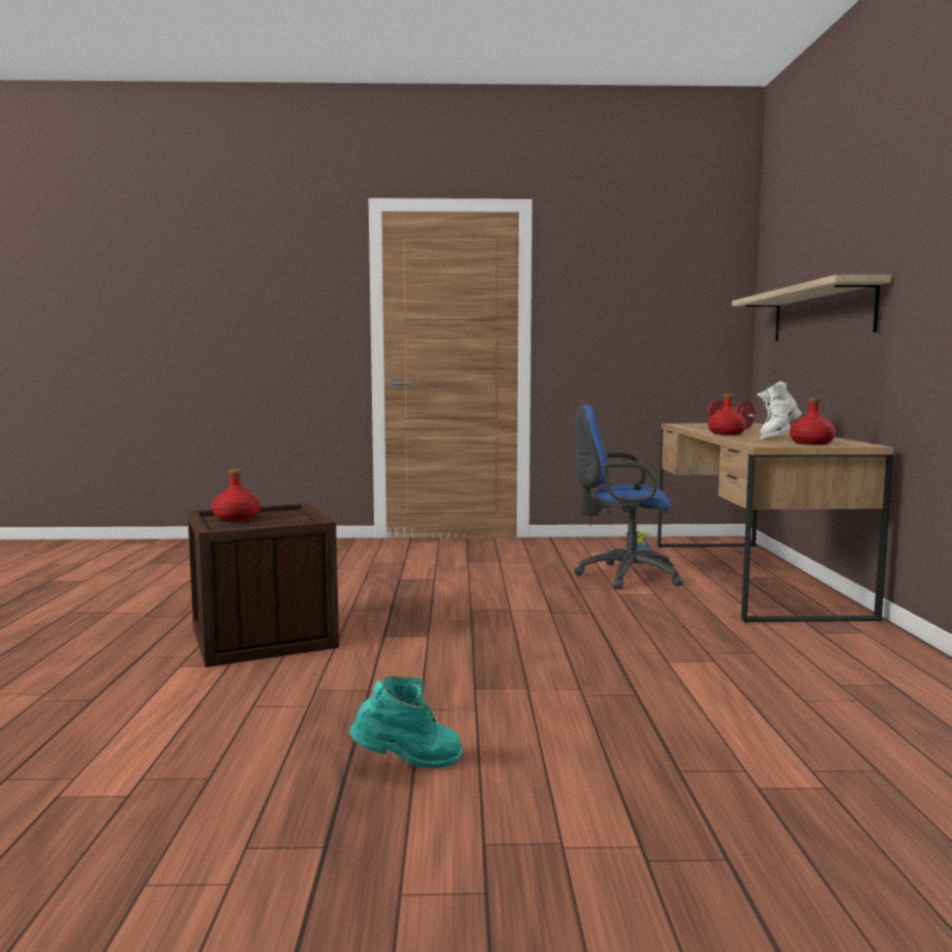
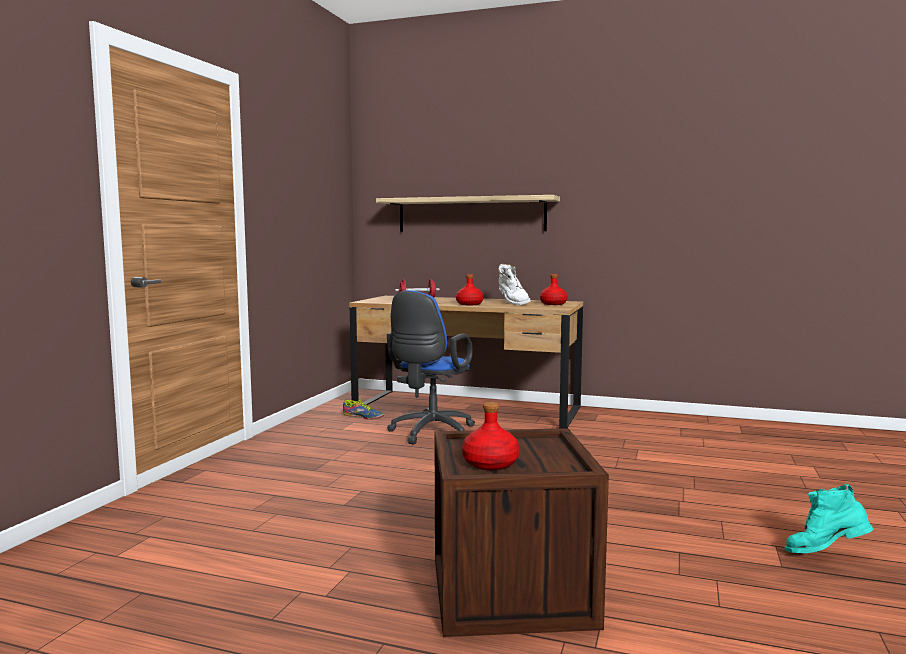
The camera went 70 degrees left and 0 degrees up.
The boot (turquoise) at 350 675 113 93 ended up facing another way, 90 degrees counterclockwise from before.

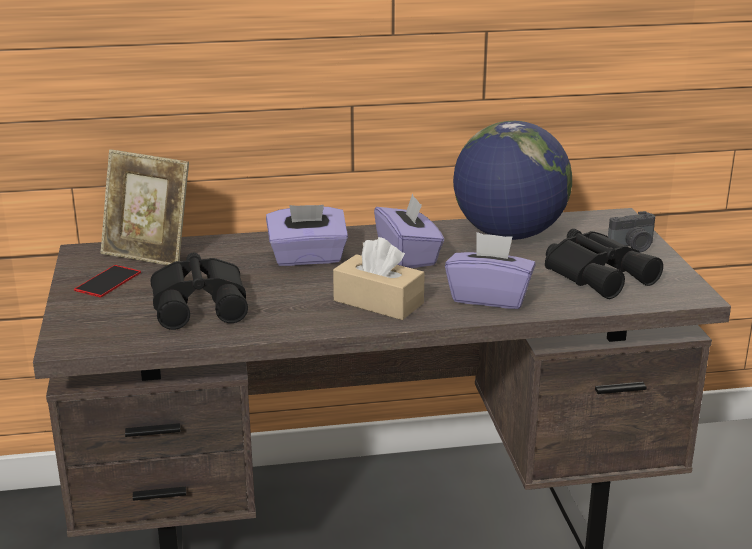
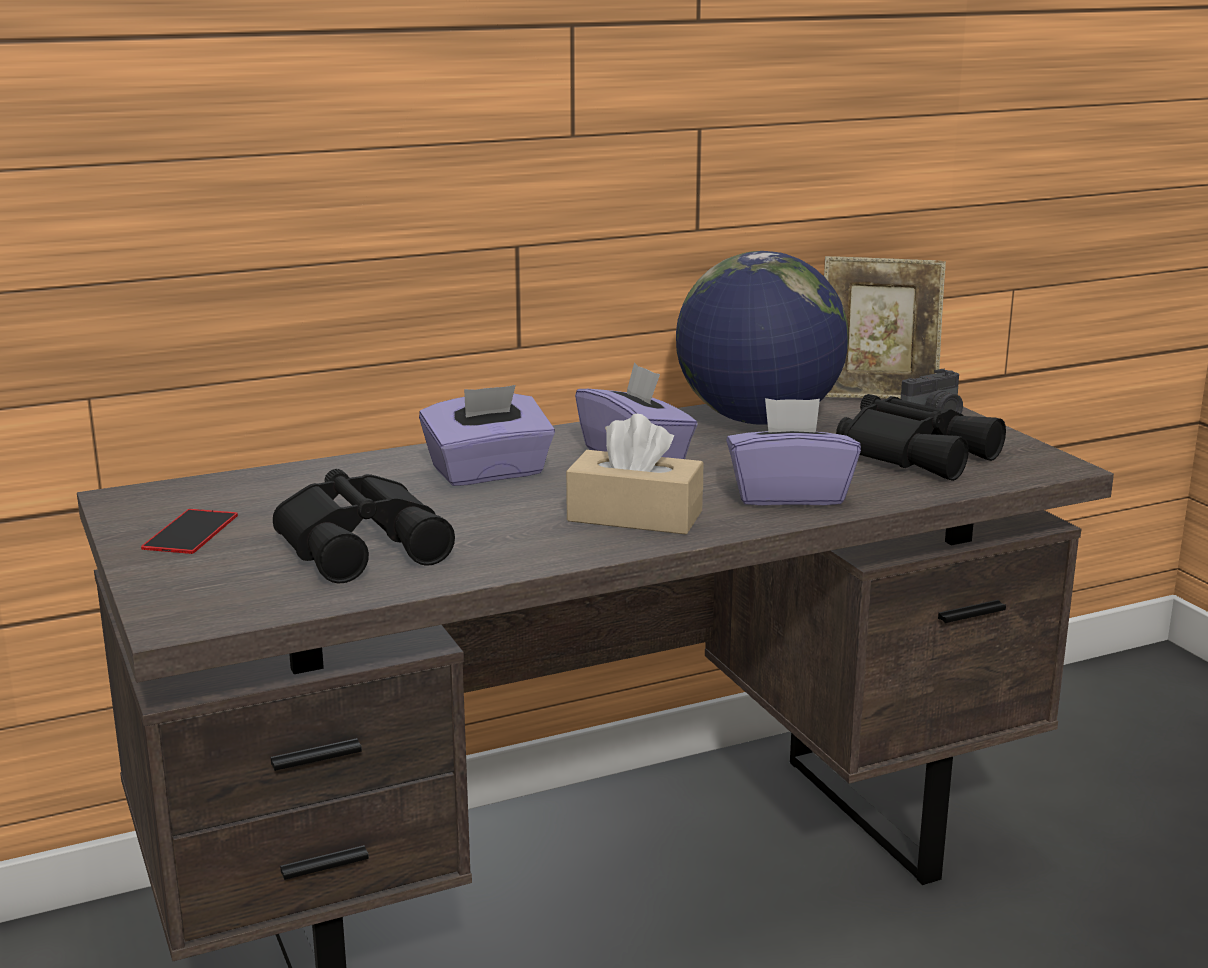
The camera went 15 degrees left and 5 degrees down.
The picture frame ended up elsewhere, having gone from 101 149 88 116 to 824 256 122 143.

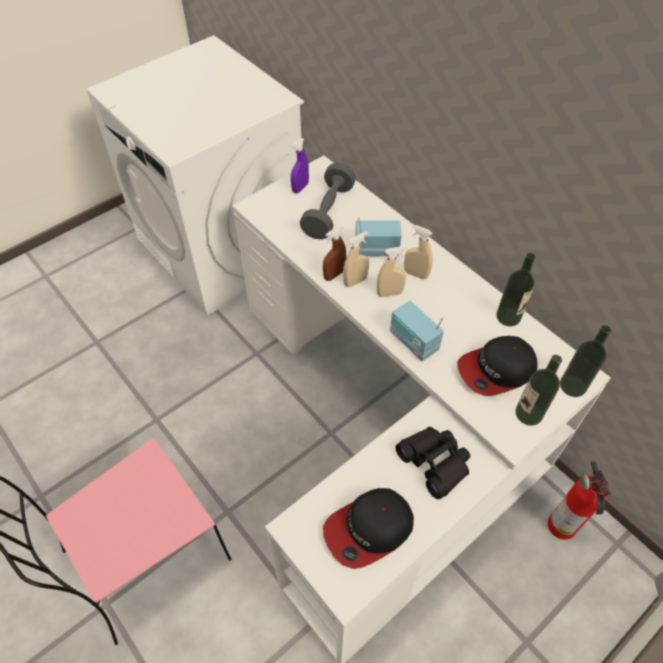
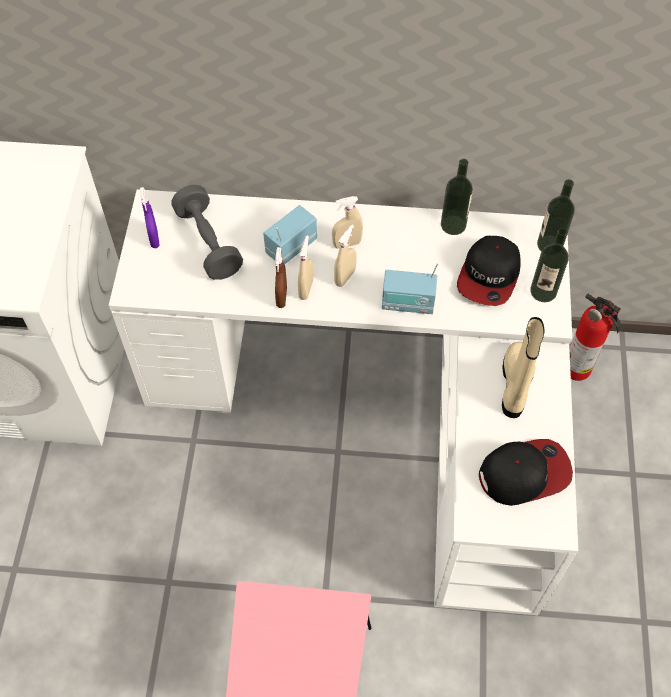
The camera went 45 degrees left and 5 degrees up.
Where the binoculars (black) stood at 395 427 75 72, the boot (beige) came to stand at 502 317 42 101.
The cap at 323 488 91 81 ended up facing another way, 120 degrees counterclockwise from before.

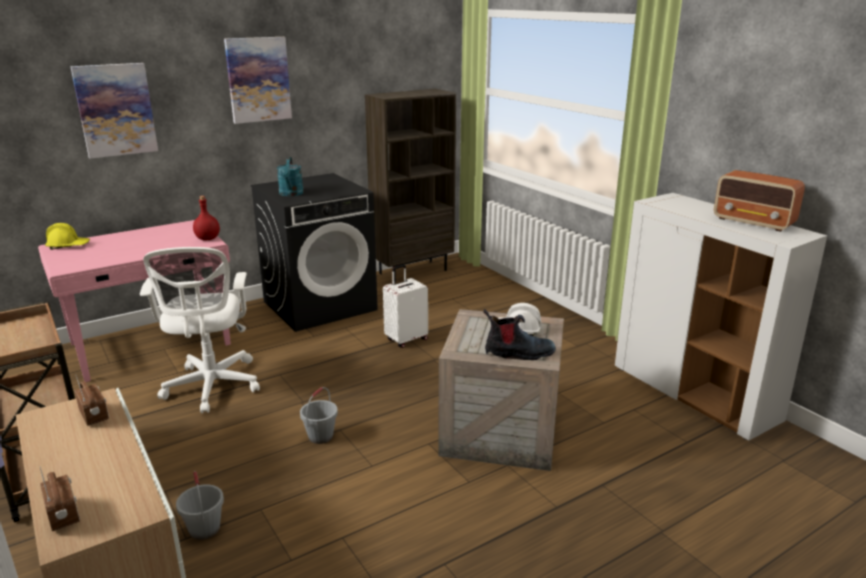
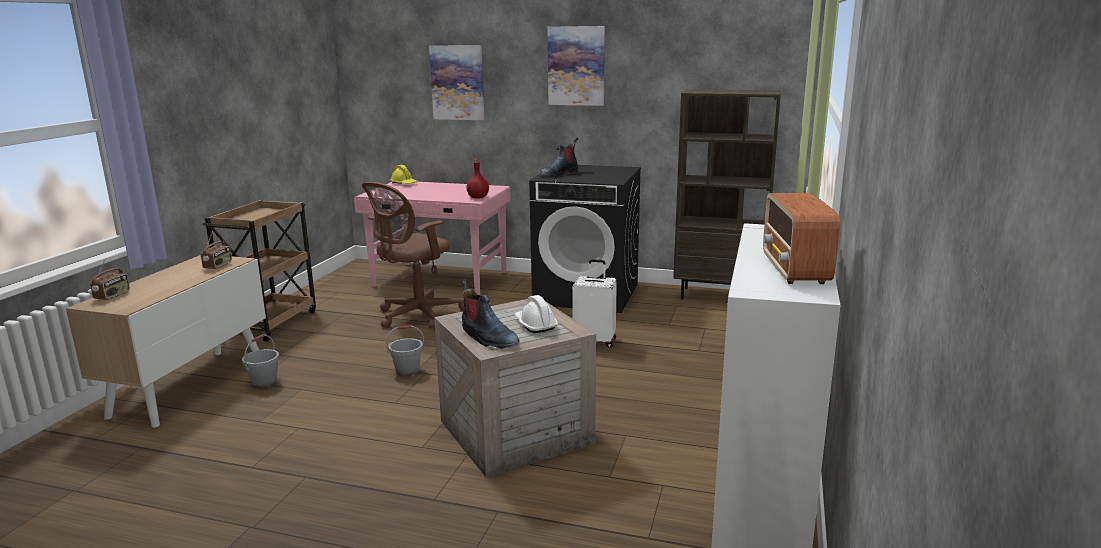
The camera went 50 degrees right and 5 degrees down.
Where the watering can (turquoise) stood at 277 157 27 39, the boot came to stand at 540 138 38 38.
What was the office chair (white) at 140 247 120 166 turned into the office chair (brown) at 362 182 102 147.

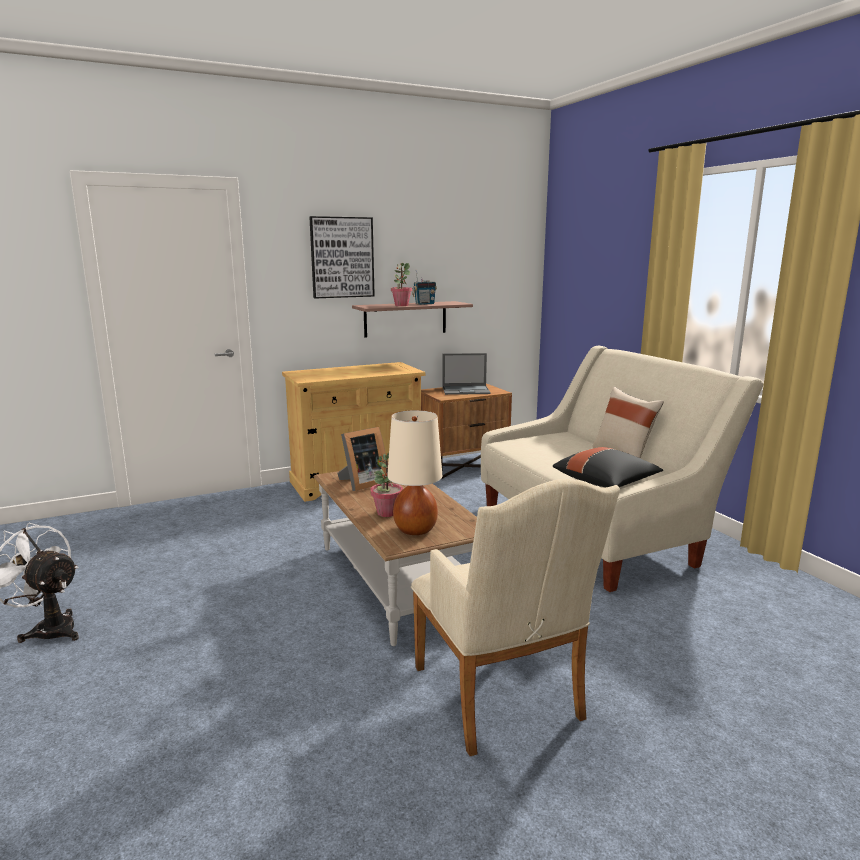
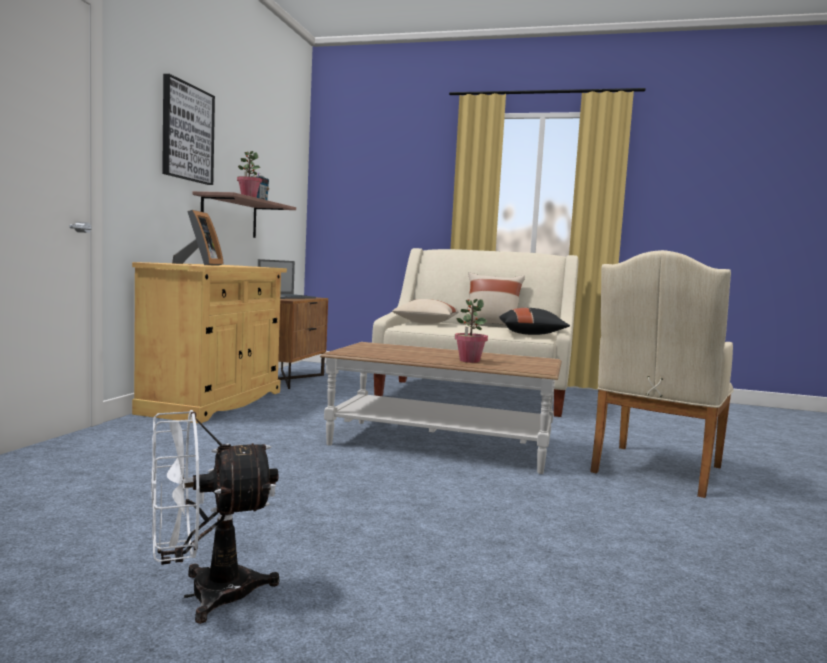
The camera went 50 degrees left and 10 degrees down.
The second view lost the table lamp (beige) at 387 410 55 125.
The picture frame ended up elsewhere, having gone from 337 427 49 64 to 172 210 52 55.
The armchair (beige) at 411 479 209 277 ended up facing another way, 105 degrees clockwise from before.
The second view gained the pillow (beige) at 392 299 67 25.

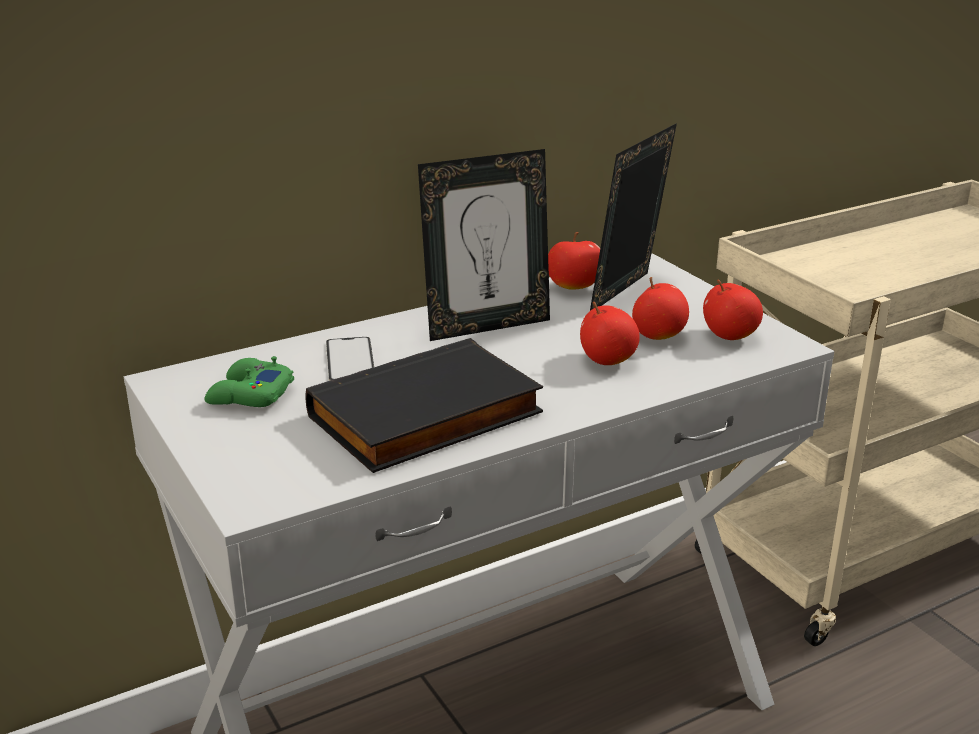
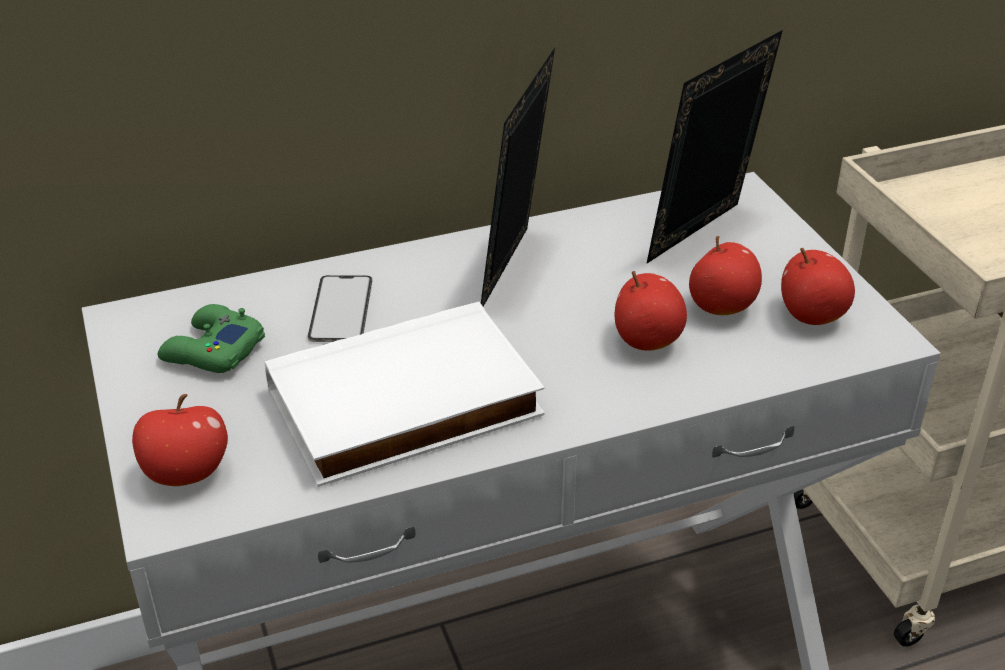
The camera went 10 degrees right and 10 degrees up.
The picture frame at 418 149 132 192 ended up facing another way, 120 degrees clockwise from before.
The apple ended up elsewhere, having gone from 548 232 52 58 to 132 394 96 92.
What was the book (black) at 305 338 238 135 turned into the book (white) at 265 302 280 185.

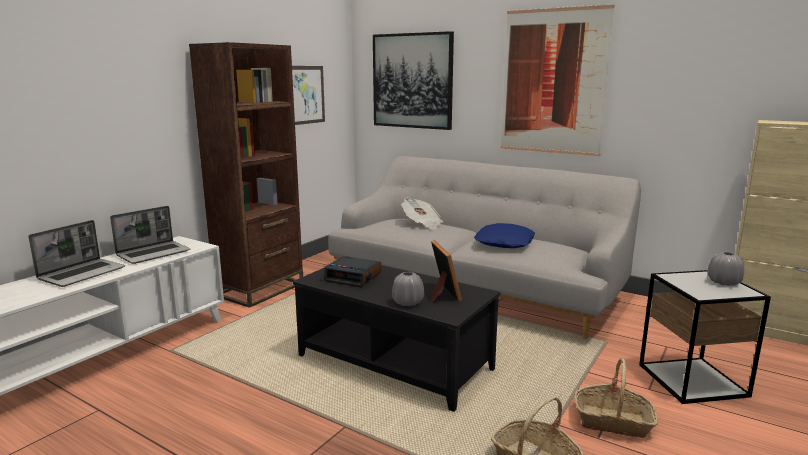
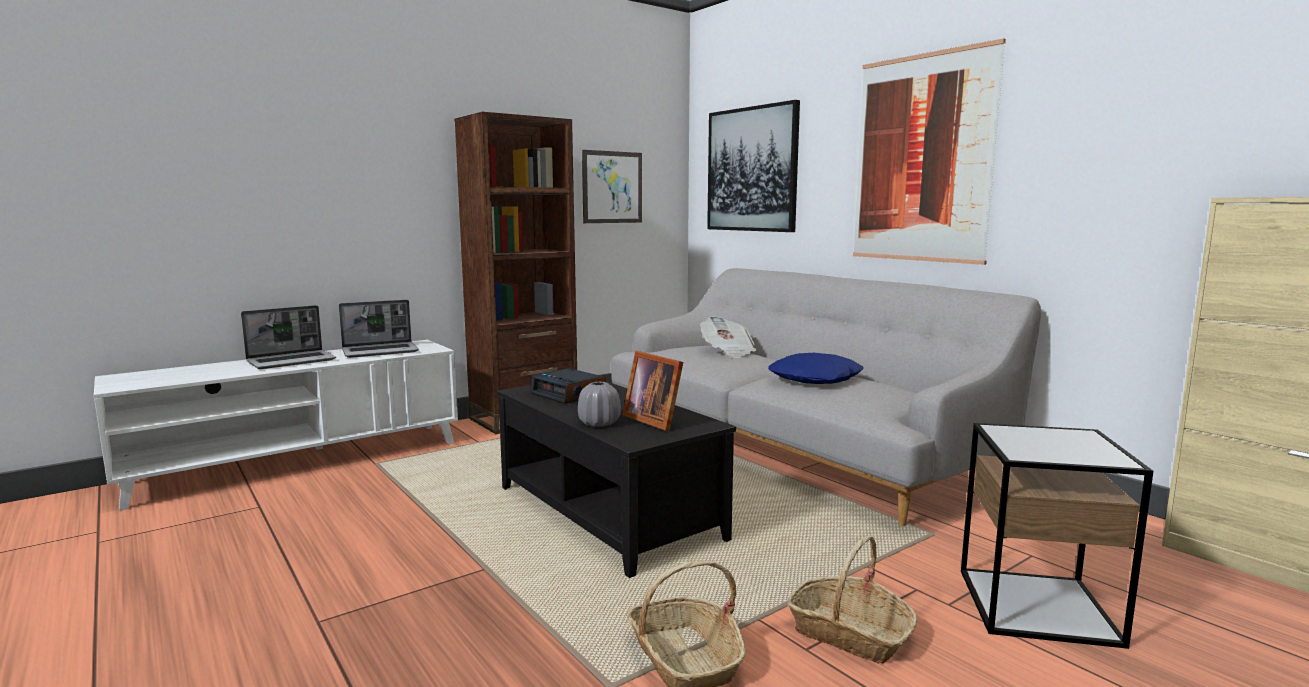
The camera went 20 degrees right and 5 degrees down.
The picture frame at 430 240 32 63 ended up facing another way, 135 degrees clockwise from before.
The second view lost the vase (grey) at 707 252 37 34.

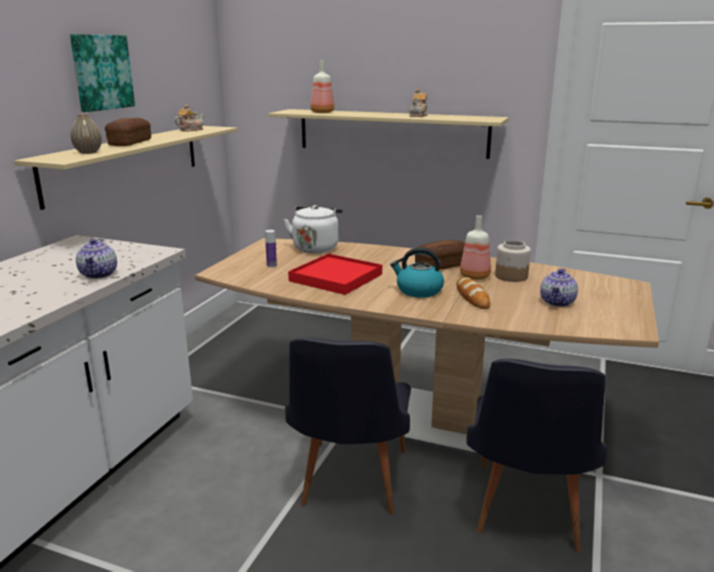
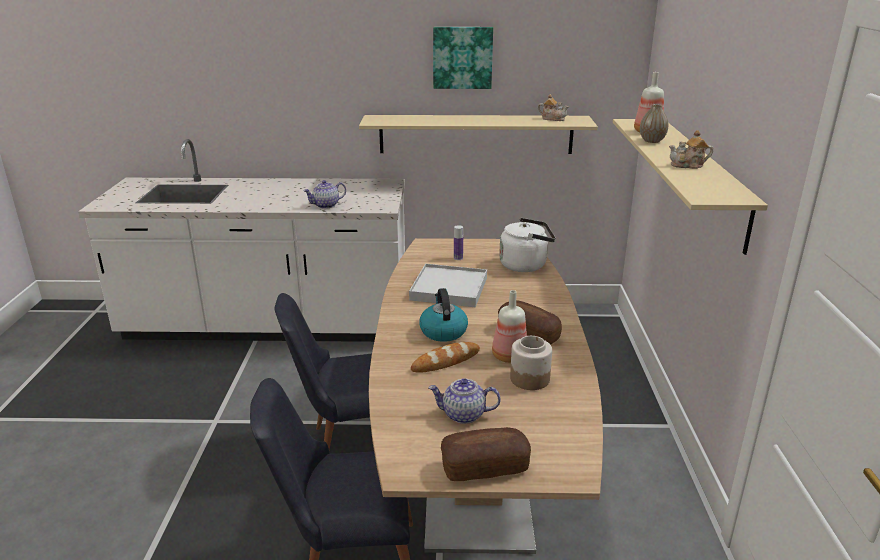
The camera went 70 degrees right and 5 degrees up.
The vase ended up elsewhere, having gone from 70 113 32 41 to 640 104 28 39.
The bread ended up elsewhere, having gone from 105 118 46 28 to 441 427 90 54.
What was the tray (red) at 288 254 94 41 turned into the tray (white) at 409 264 78 43.

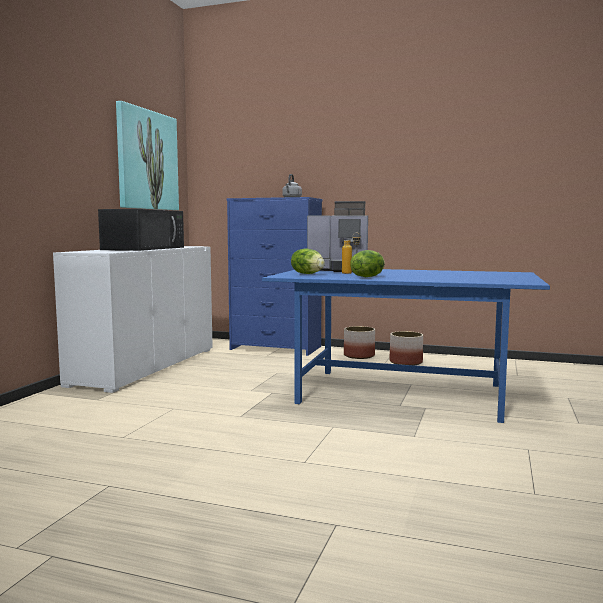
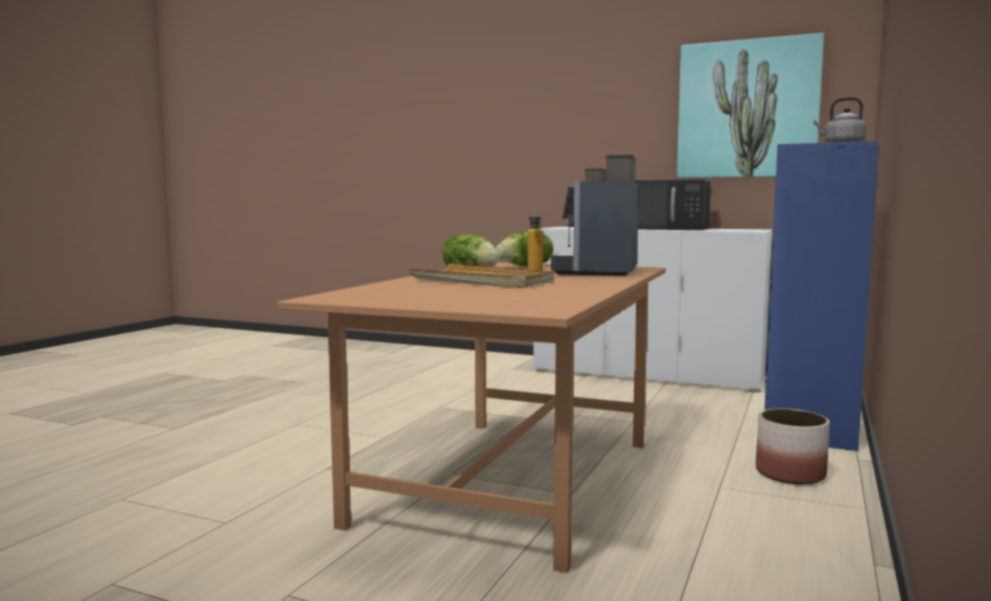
The camera went 95 degrees right and 0 degrees up.
What was the dining table (blue) at 262 269 288 154 turned into the dining table (brown) at 277 263 389 310.
The second view lost the planter at 390 331 33 34.
The second view gained the tray (beige) at 409 264 146 24.

